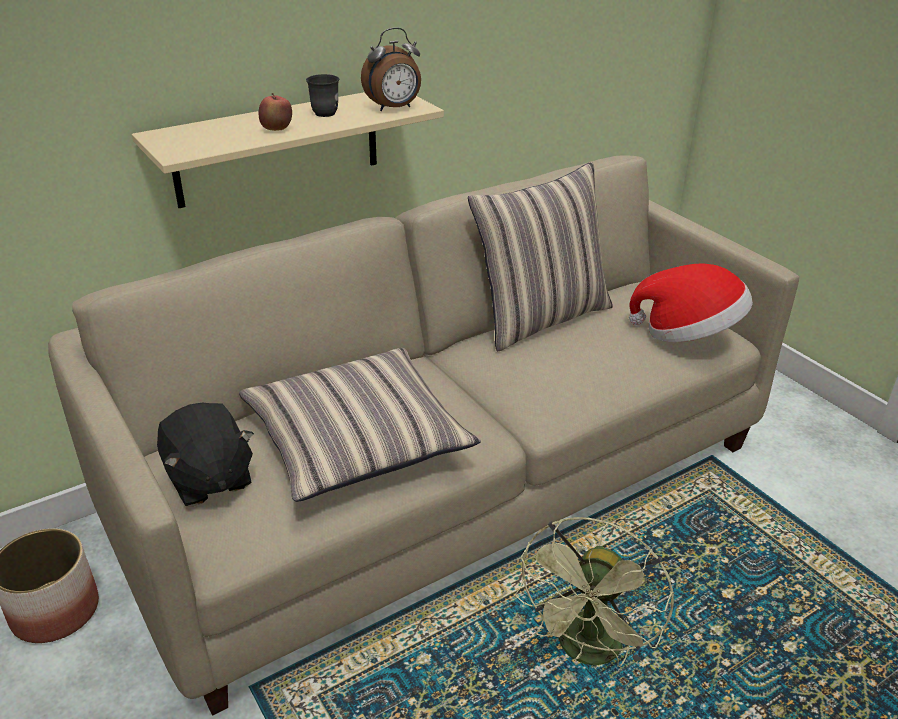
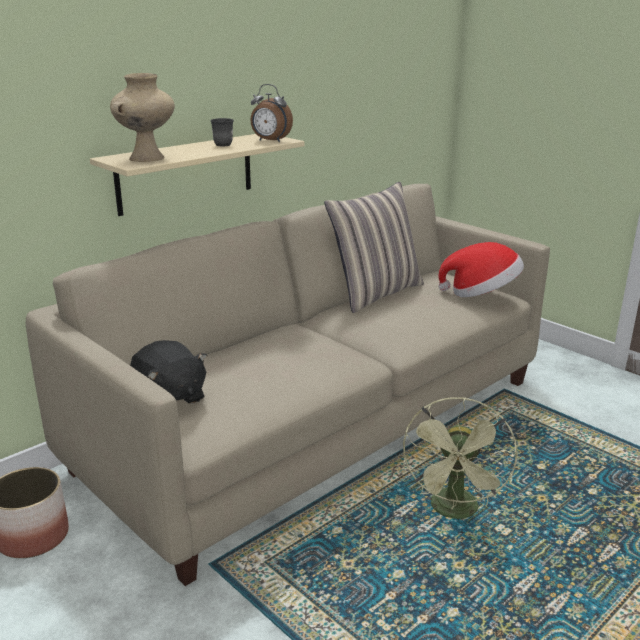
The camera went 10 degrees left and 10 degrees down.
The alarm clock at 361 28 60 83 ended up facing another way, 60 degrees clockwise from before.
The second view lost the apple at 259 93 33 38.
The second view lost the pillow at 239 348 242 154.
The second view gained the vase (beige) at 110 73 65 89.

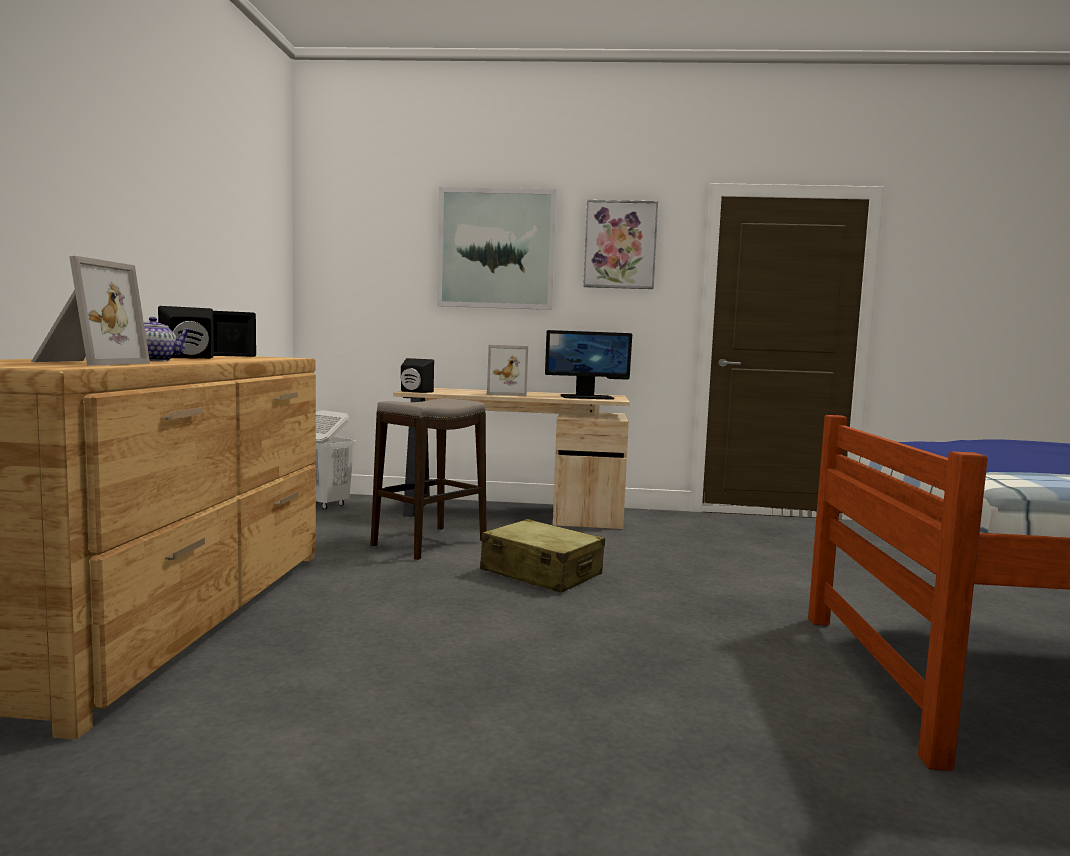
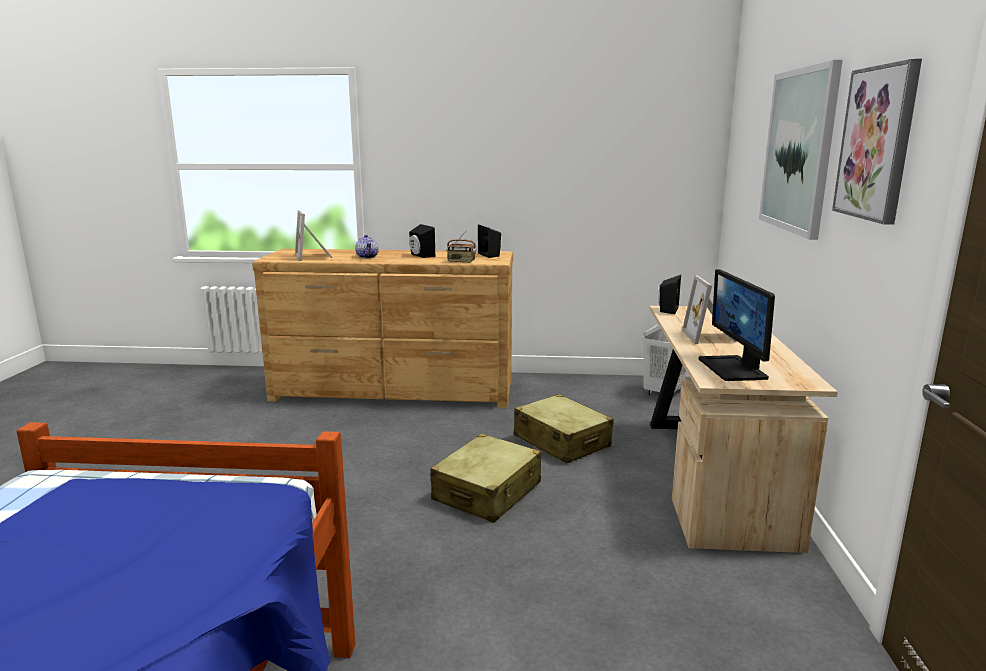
The camera went 90 degrees right and 10 degrees up.
The picture frame at 31 256 119 110 ended up facing another way, 60 degrees clockwise from before.
Where the stool stood at 371 398 116 162, the suitcase (beige) came to stand at 514 394 100 70.
The second view gained the radio at 446 230 31 33.

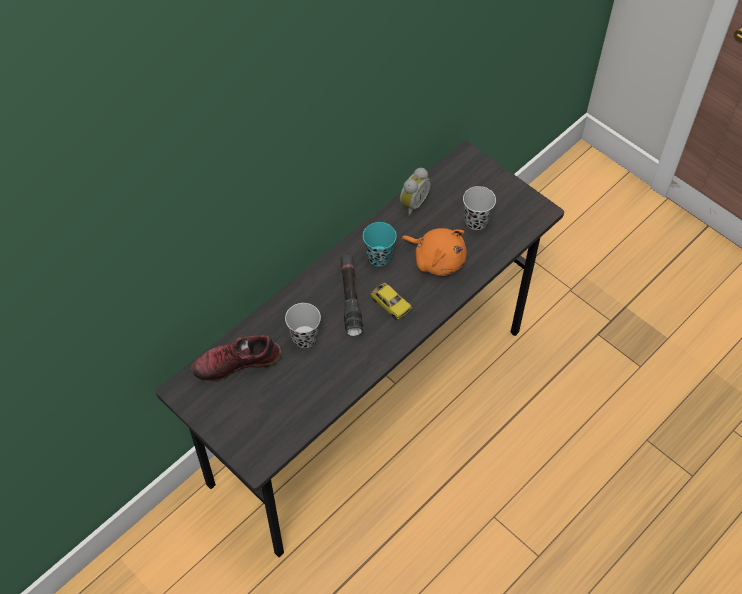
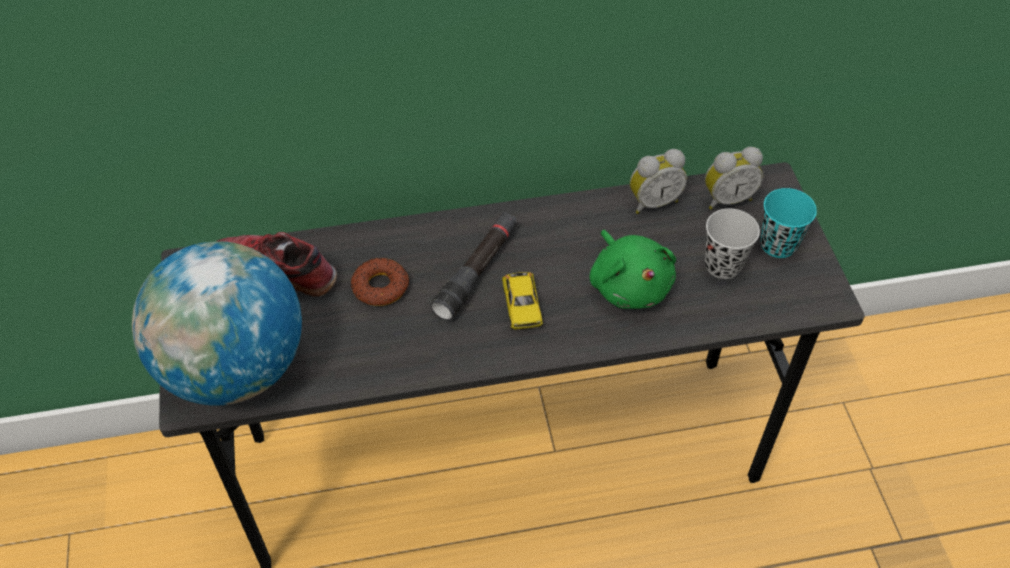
The camera went 35 degrees right and 5 degrees down.
The cup (turquoise) ended up elsewhere, having gone from 363 222 34 44 to 760 188 57 70.
What was the plush toy (orange) at 401 228 66 48 turned into the plush toy (green) at 590 230 86 79.
Where the cup (black) stood at 285 303 36 45, the donut came to stand at 351 258 58 48.
The second view gained the alarm clock at 705 147 58 63.
The second view gained the globe at 132 241 170 165.

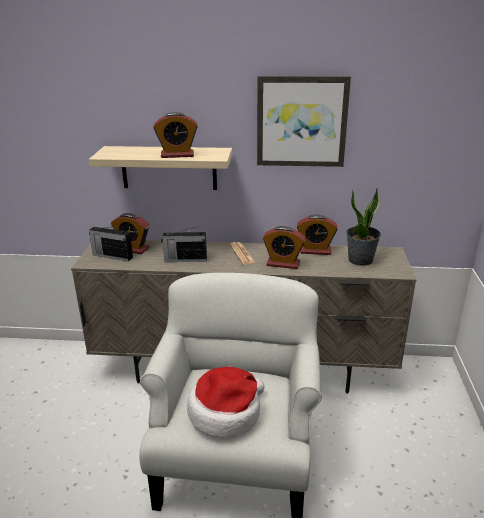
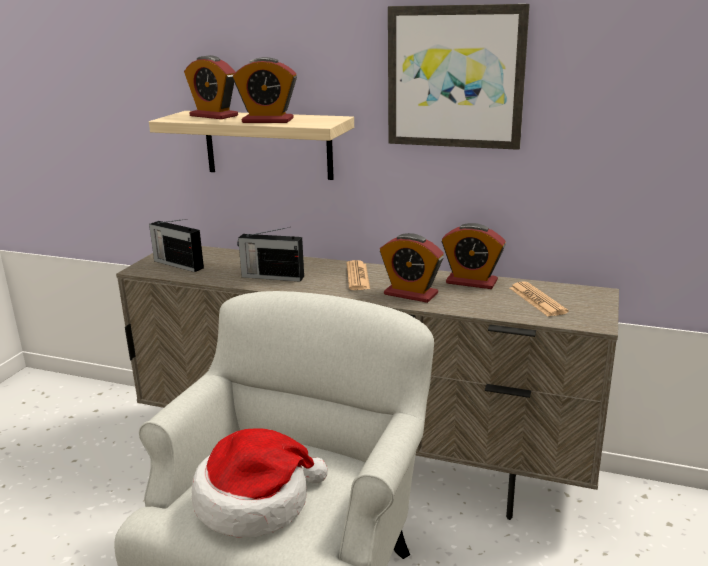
The camera went 15 degrees right and 5 degrees down.
Where the potted plant stood at 346 187 35 79, the newspaper came to stand at 510 282 59 35.
The alarm clock ended up elsewhere, having gone from 111 213 38 41 to 184 55 54 64.

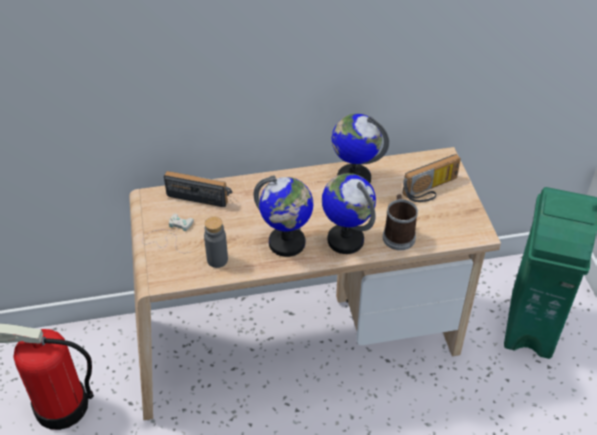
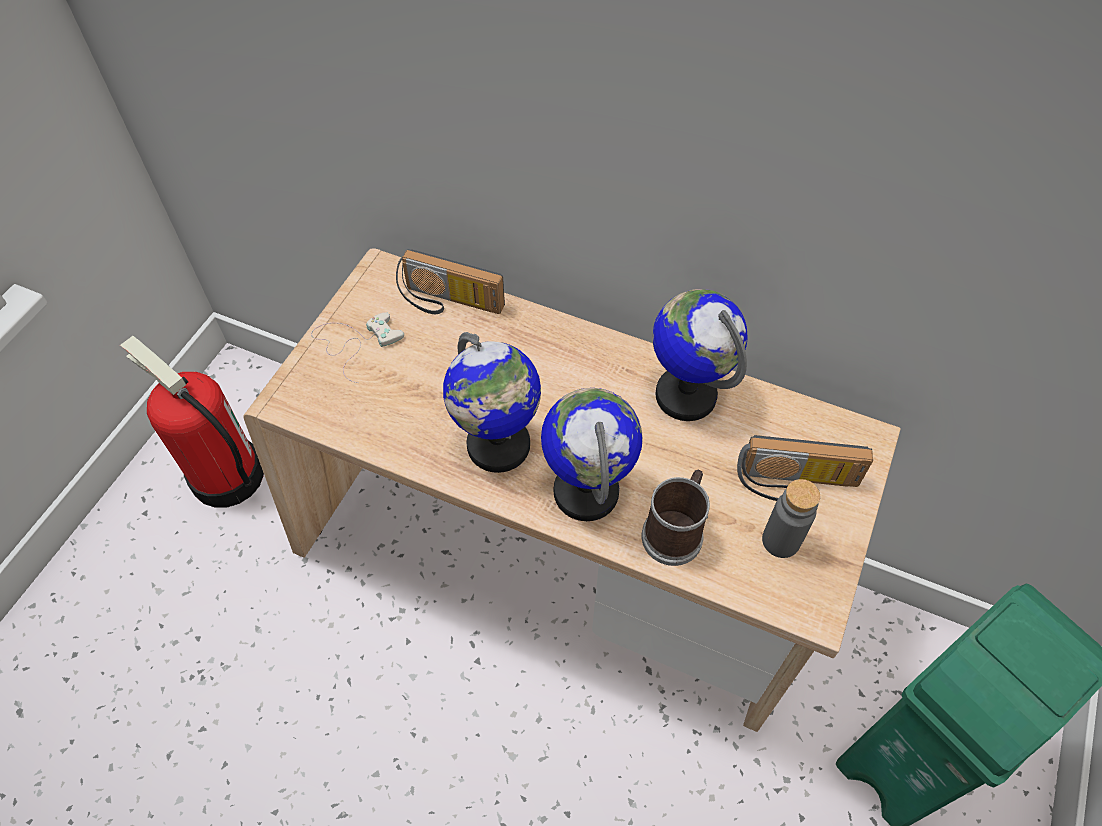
The camera went 35 degrees right and 10 degrees up.
The radio at 164 171 69 36 ended up facing another way, 150 degrees clockwise from before.
The bottle (grey) ended up elsewhere, having gone from 204 217 24 51 to 762 479 58 79.

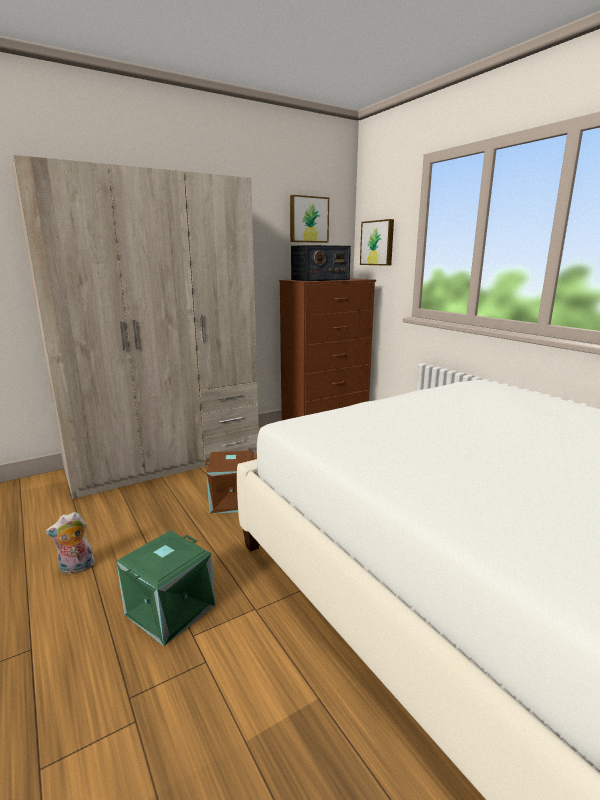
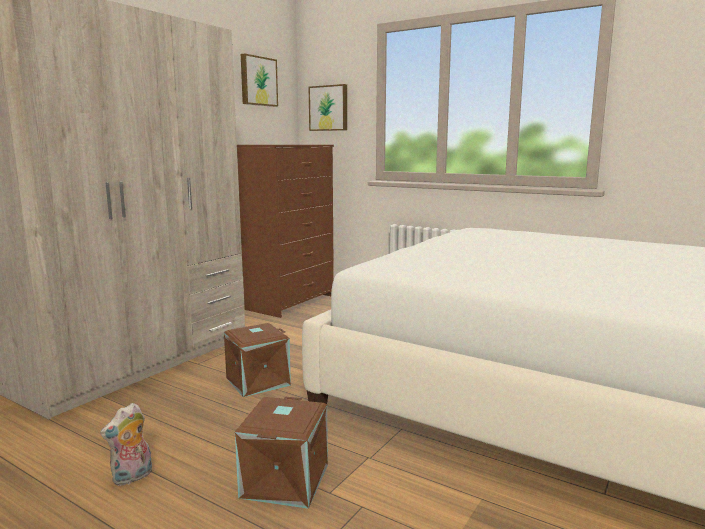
The camera went 25 degrees left and 5 degrees down.
The second view lost the radio at 291 245 60 36.
What was the storage box (green) at 117 531 98 115 turned into the storage box (brown) at 235 397 93 112.

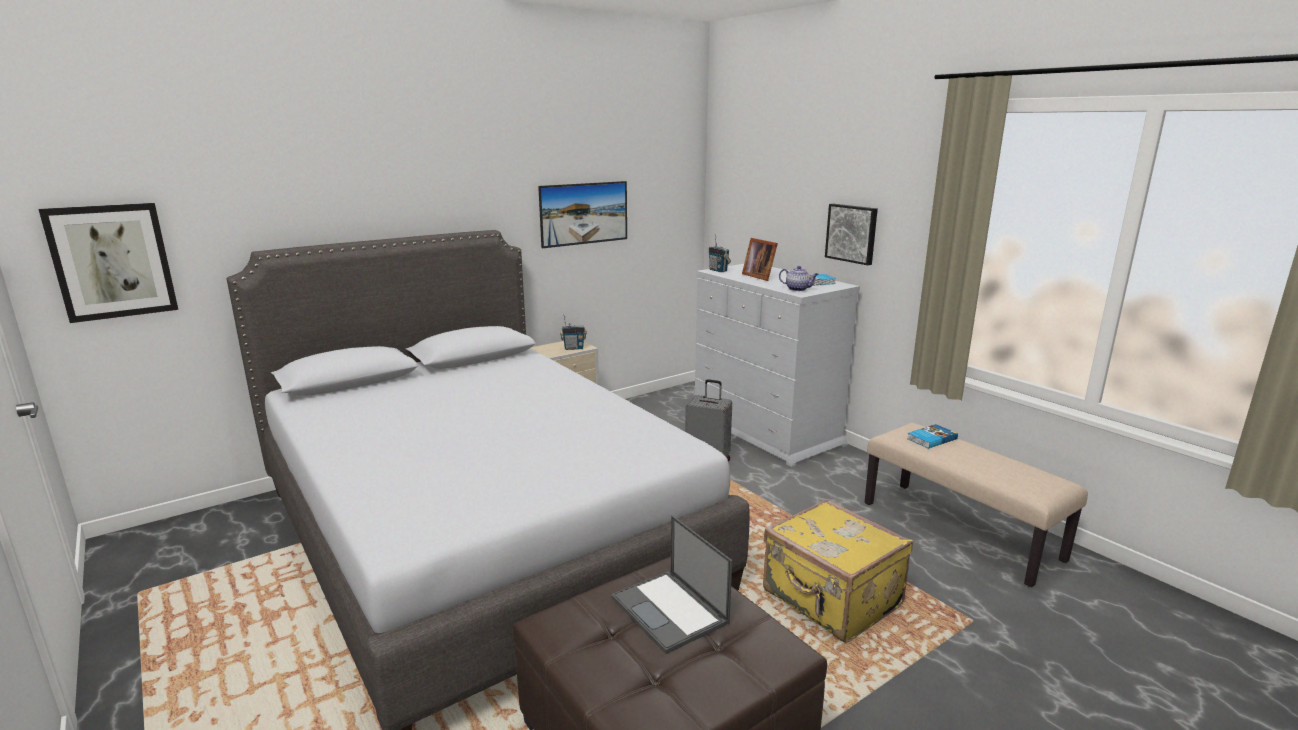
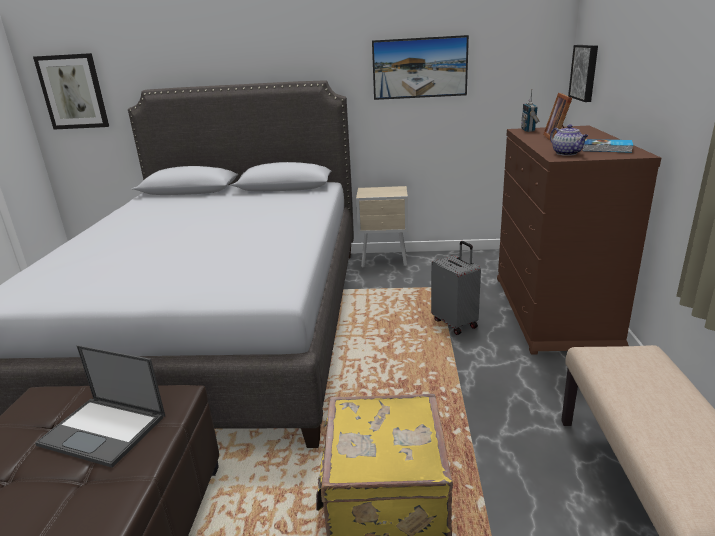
The camera went 40 degrees right and 5 degrees up.
The picture ended up elsewhere, having gone from 825 204 53 61 to 568 45 30 57.
What was the dresser (white) at 695 264 165 203 turned into the dresser (brown) at 497 125 164 229.
The second view lost the radio at 560 314 27 36.
The second view lost the book at 907 424 51 25.
The laptop at 612 515 120 139 ended up facing another way, 75 degrees counterclockwise from before.

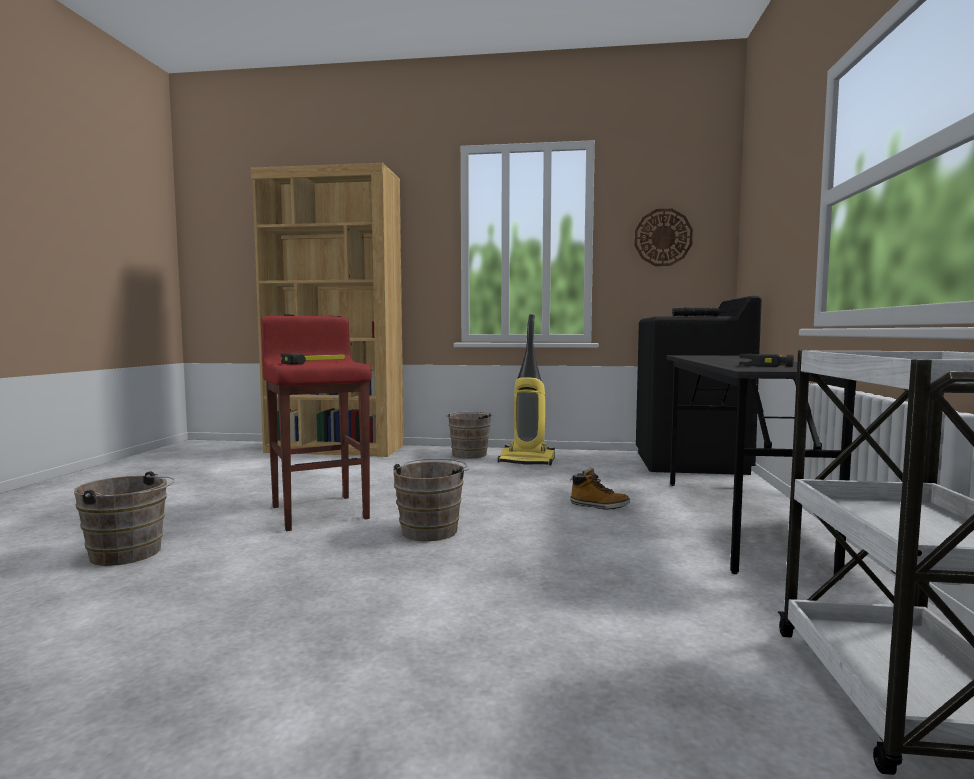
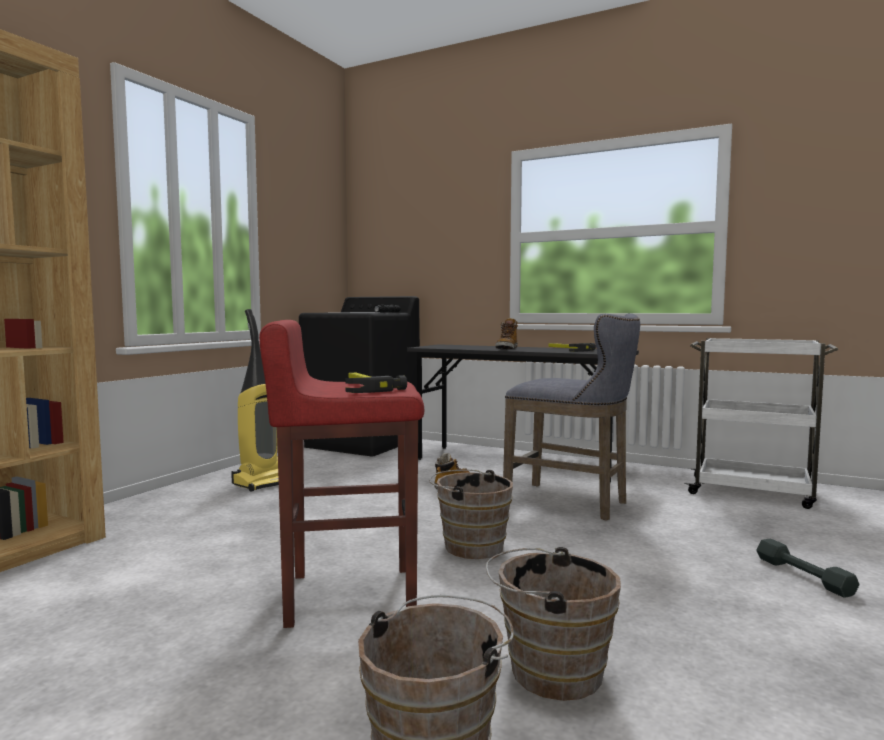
The camera went 70 degrees left and 0 degrees up.
The second view lost the wall clock at 634 209 59 57.
The bucket (brown) ended up elsewhere, having gone from 446 411 47 47 to 486 547 135 154.
The second view gained the stool (grey) at 503 313 137 208.
The second view gained the boot at 495 318 23 31.
The second view gained the dumbbell (grey) at 756 539 104 59.

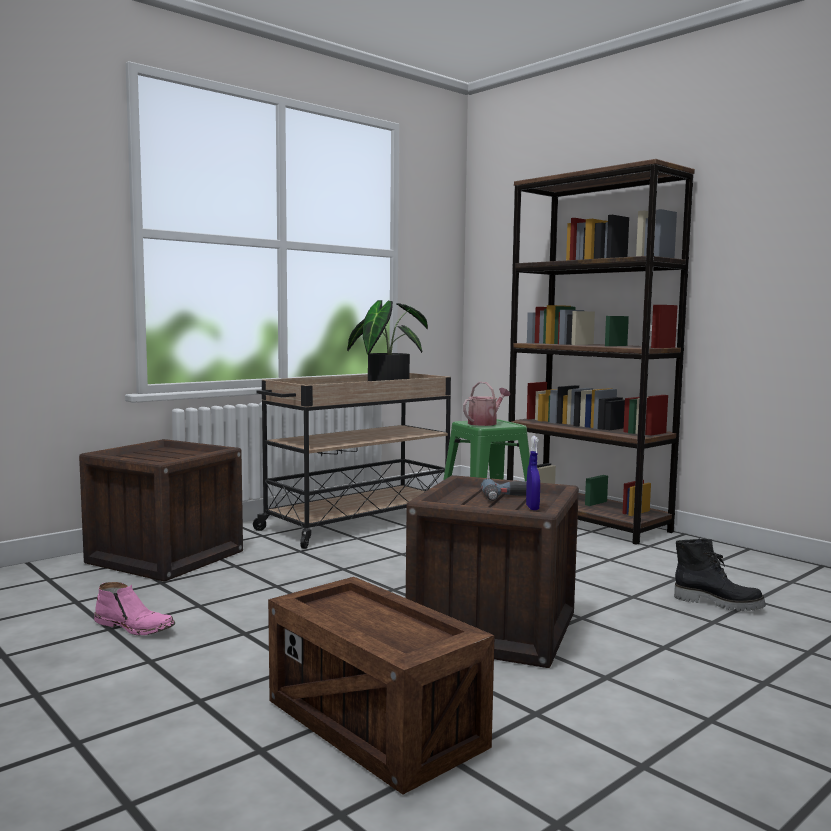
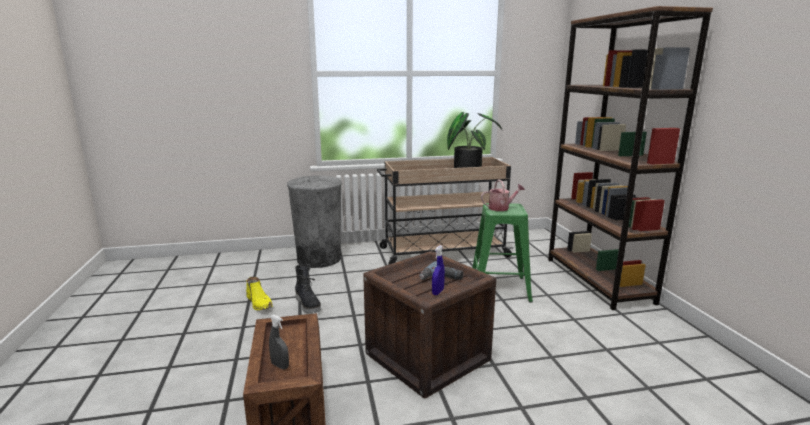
The camera went 30 degrees right and 10 degrees up.
Where the crate stood at 79 439 164 143, the trash can (grey) came to stand at 287 176 55 92.
The boot (black) ended up elsewhere, having gone from 674 538 92 73 to 295 265 26 49.
What was the boot (pink) at 94 582 81 54 turned into the boot (yellow) at 246 277 27 33.
The second view gained the spray bottle (grey) at 269 314 20 55.

